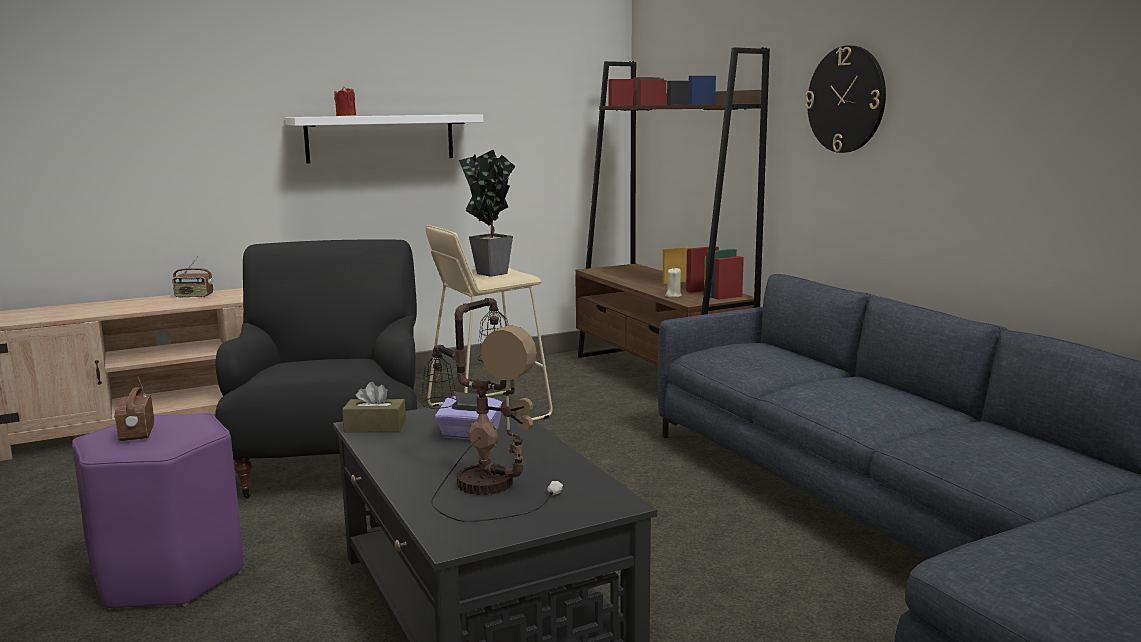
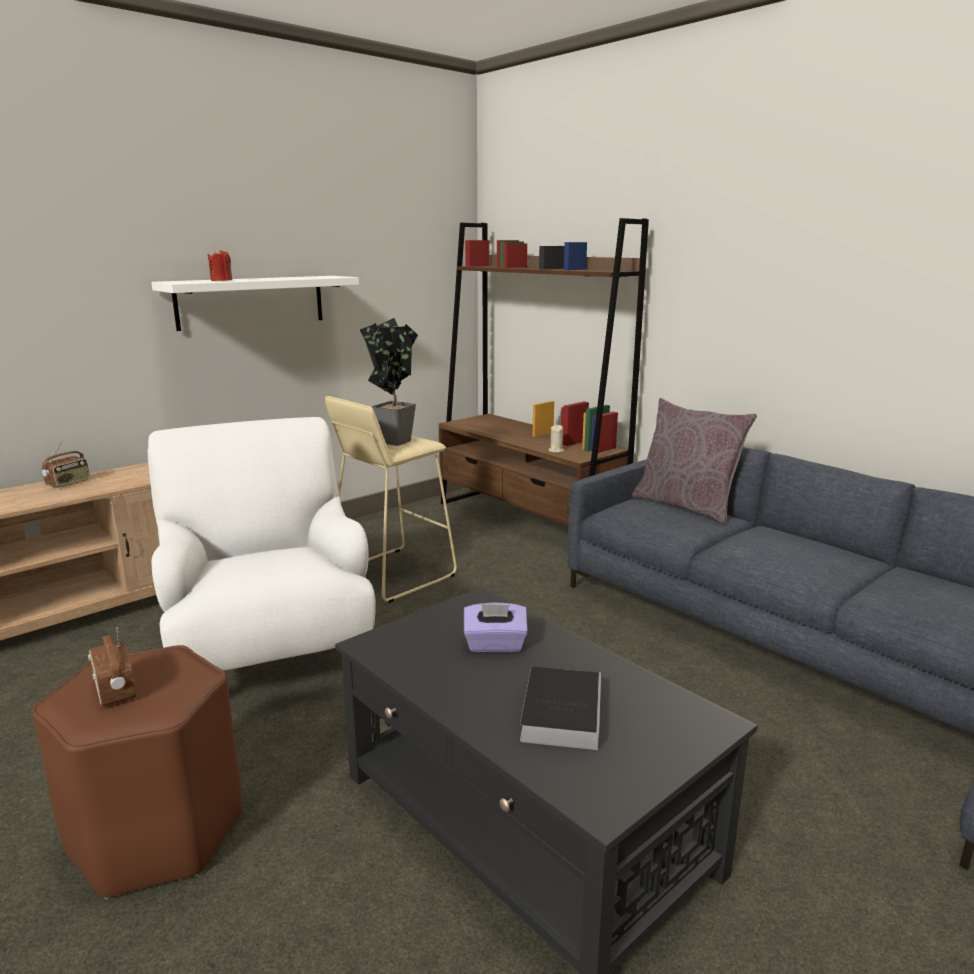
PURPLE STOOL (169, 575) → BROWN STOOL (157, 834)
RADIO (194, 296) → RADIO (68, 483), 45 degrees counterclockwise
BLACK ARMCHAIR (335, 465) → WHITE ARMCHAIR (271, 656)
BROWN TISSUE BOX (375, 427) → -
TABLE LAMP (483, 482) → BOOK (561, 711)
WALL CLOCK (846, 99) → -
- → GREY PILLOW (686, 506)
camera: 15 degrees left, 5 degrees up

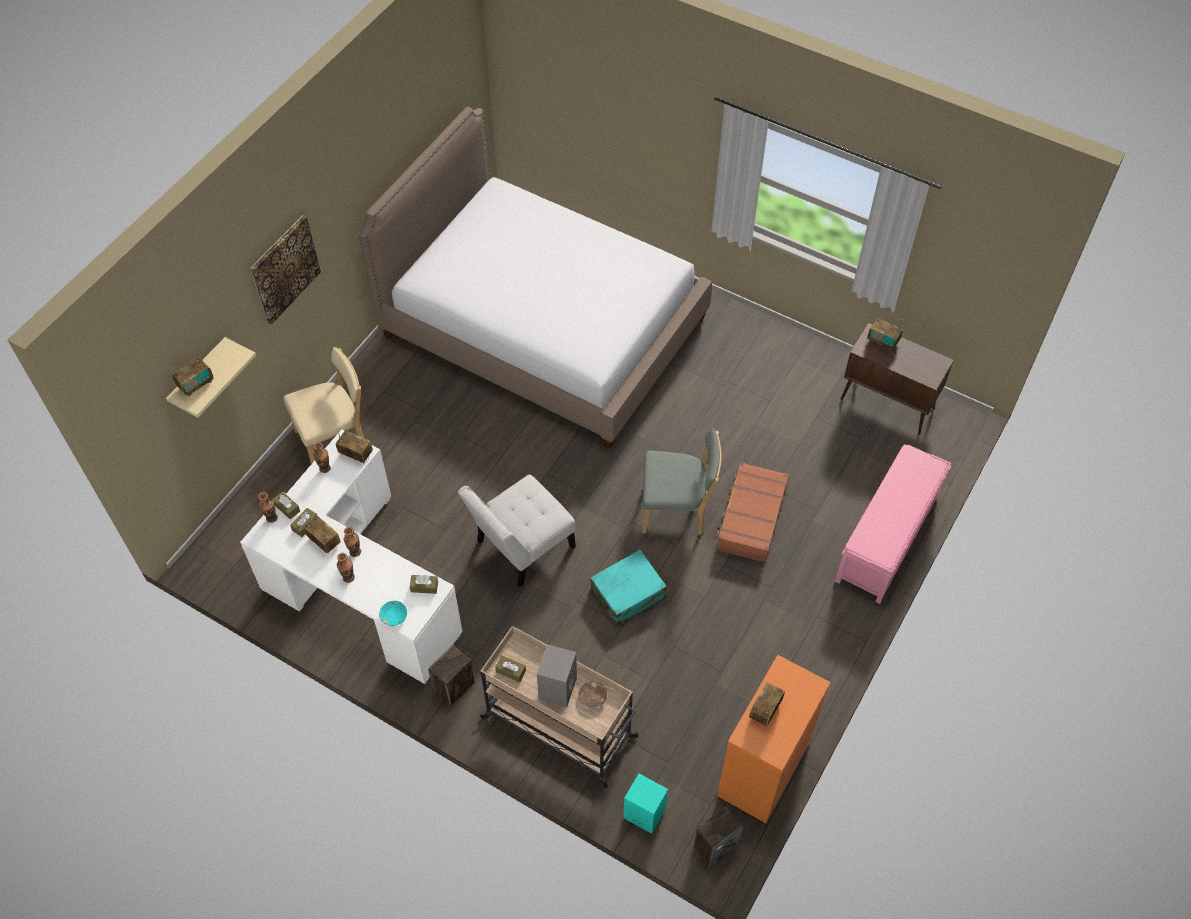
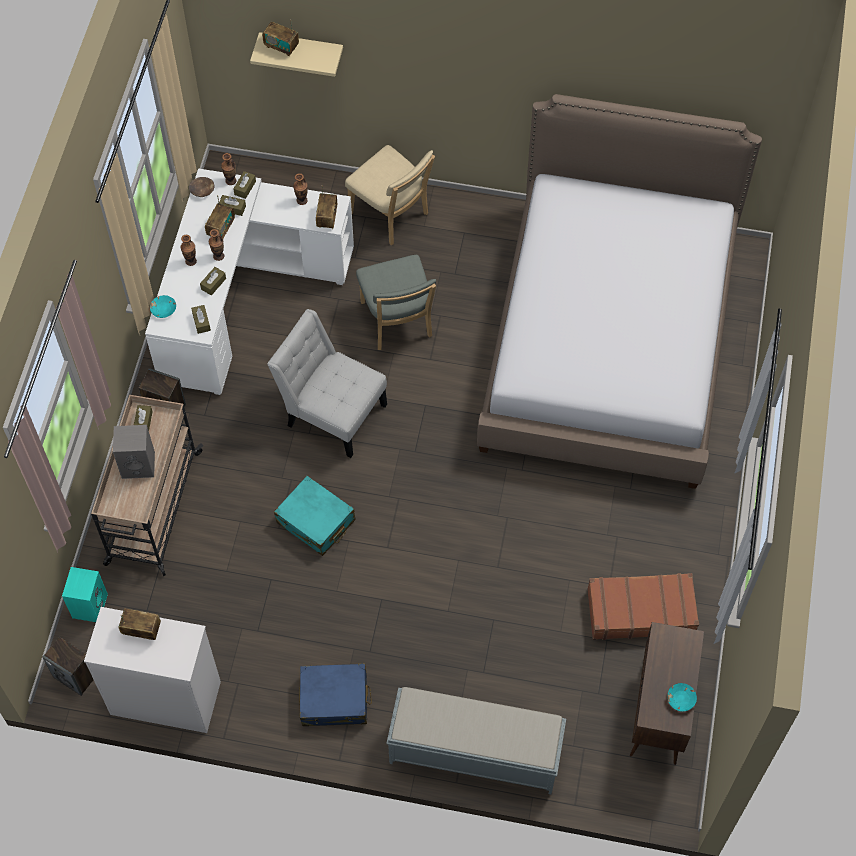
PICTURE (284, 269) → -
BROWN BOWL (593, 696) → BROWN BOWL (202, 190), moved
GREY CHAIR (677, 510) → GREY CHAIR (397, 322), moved
BROWN SUITCASE (750, 518) → BROWN SUITCASE (640, 611), moved
ORANGE DRESSER (763, 770) → WHITE DRESSER (164, 698)
PINK BENCH (886, 539) → GREY BENCH (473, 752)
RADIO (883, 341) → -
- → BROWN TISSUE BOX (213, 284)
- → BLUE SUITCASE (334, 700)
- → TURQUOISE BOWL (680, 699)
camera: 70 degrees right, 5 degrees up

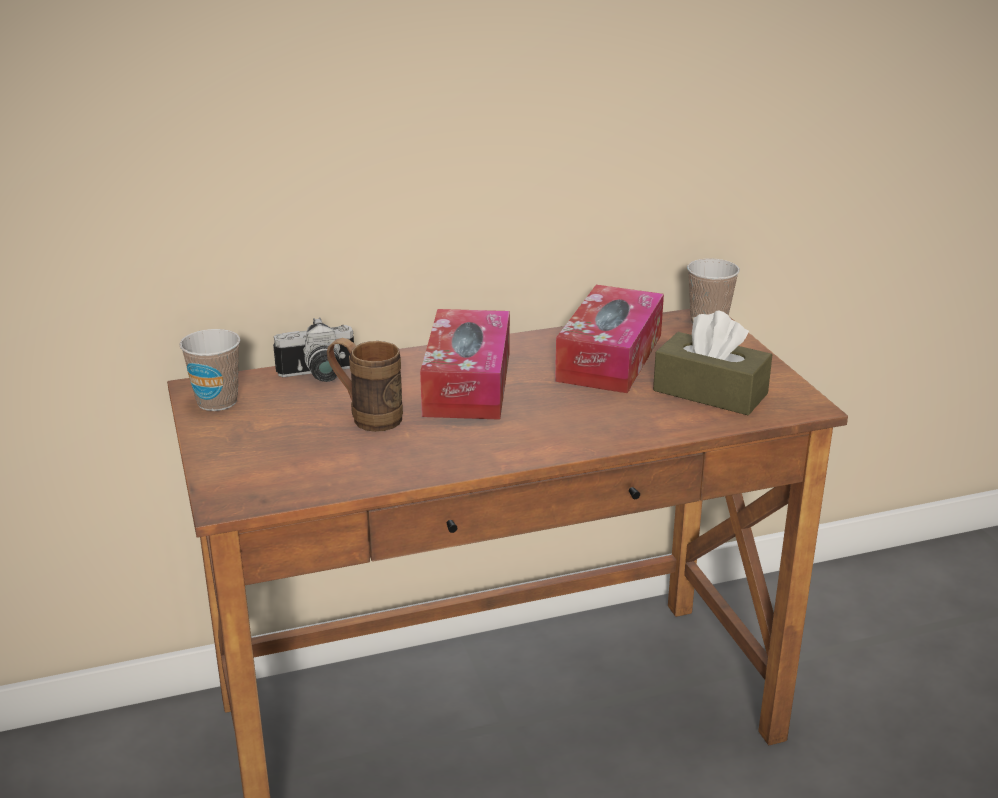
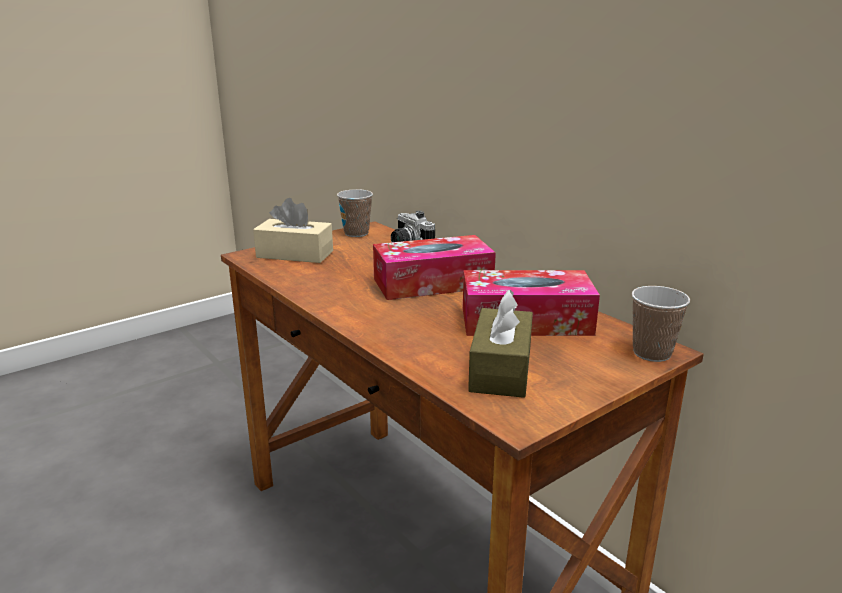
BROWN MUG (366, 417) → -
- → BEIGE TISSUE BOX (295, 254)
camera: 70 degrees right, 5 degrees down

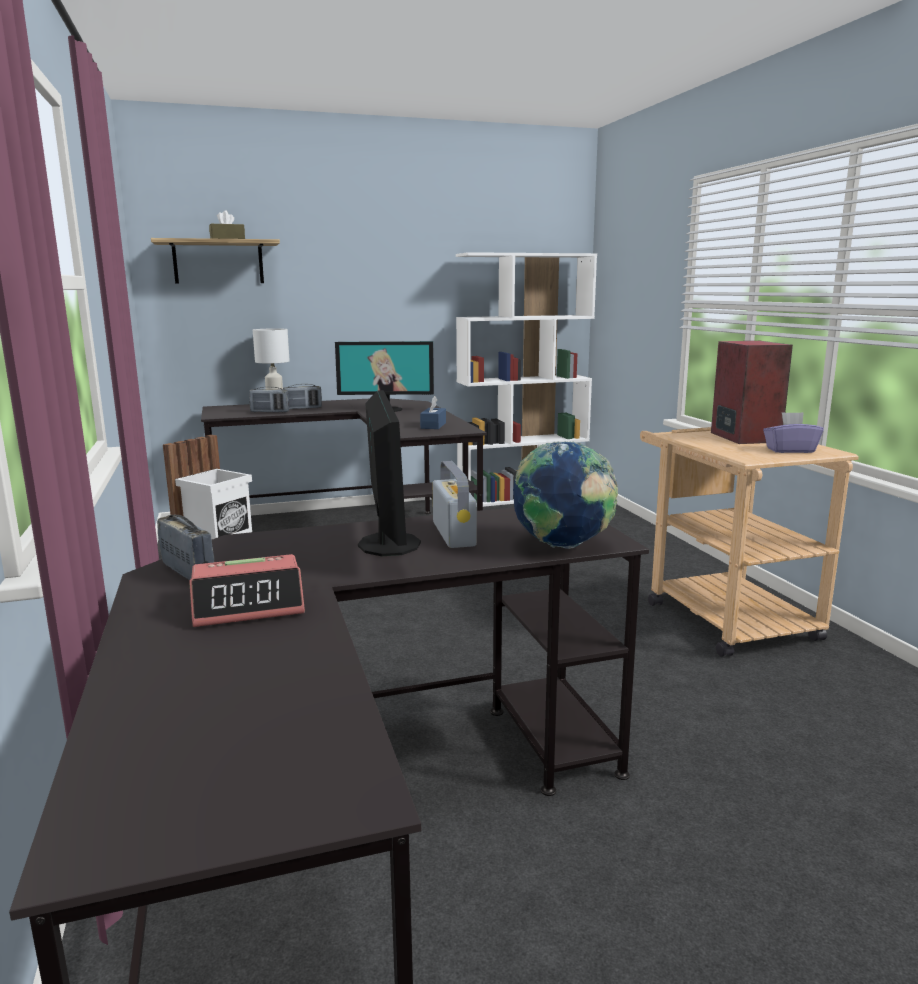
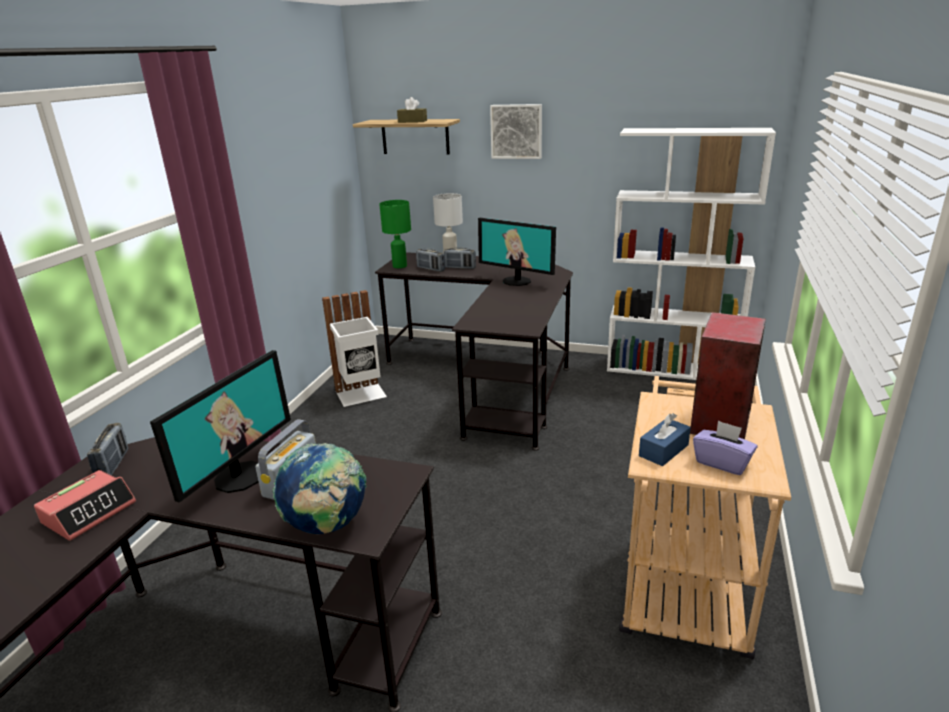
ALARM CLOCK (249, 605) → ALARM CLOCK (89, 512), 75 degrees counterclockwise
BLUE TISSUE BOX (433, 425) → BLUE TISSUE BOX (663, 450), moved
- → GREEN TABLE LAMP (400, 266)
- → PICTURE (516, 131)
camera: 35 degrees right, 10 degrees up

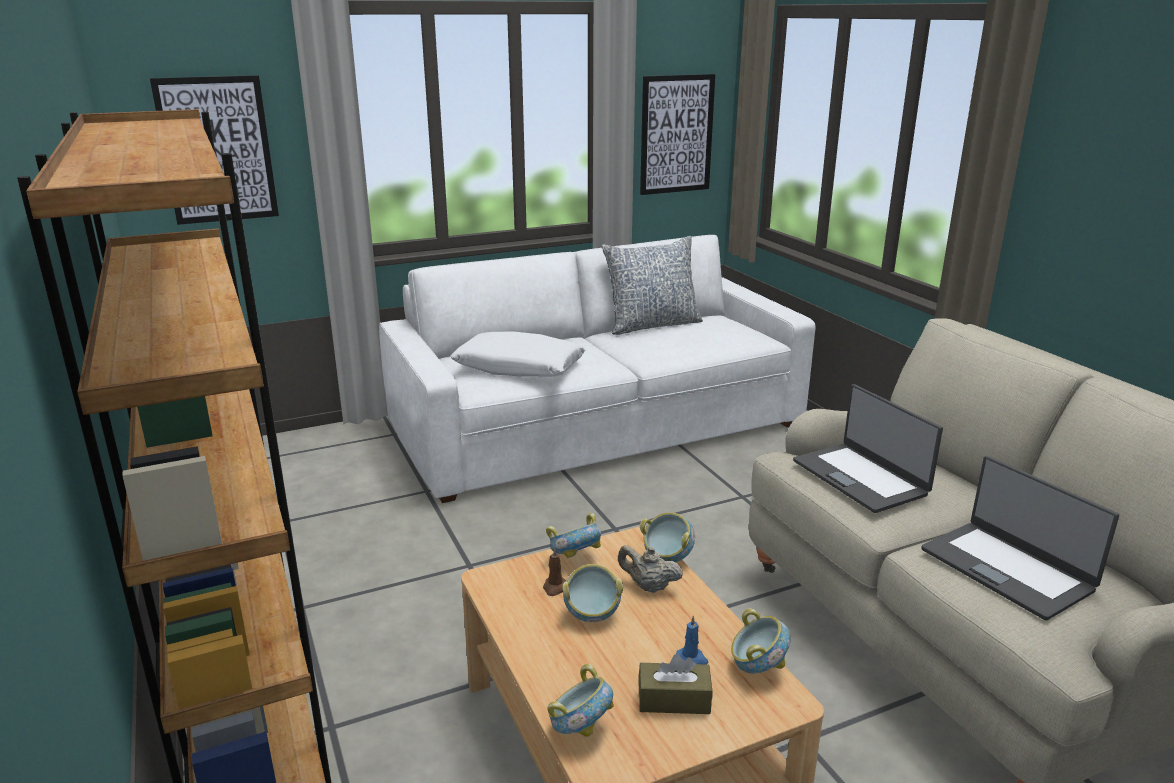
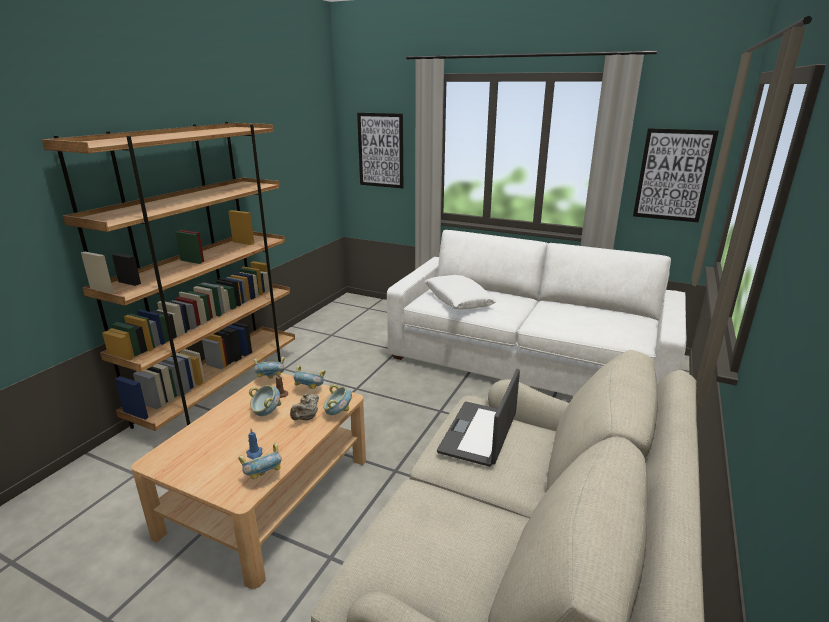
BOWL (580, 729) → BOWL (271, 379), moved
PILLOW (652, 325) → -
BEIGE TEAPOT (648, 586) → BEIGE TEAPOT (306, 418), 135 degrees counterclockwise
BROWN TISSUE BOX (674, 700) → -
LAPTOP (1007, 569) → -
camera: 50 degrees right, 0 degrees up

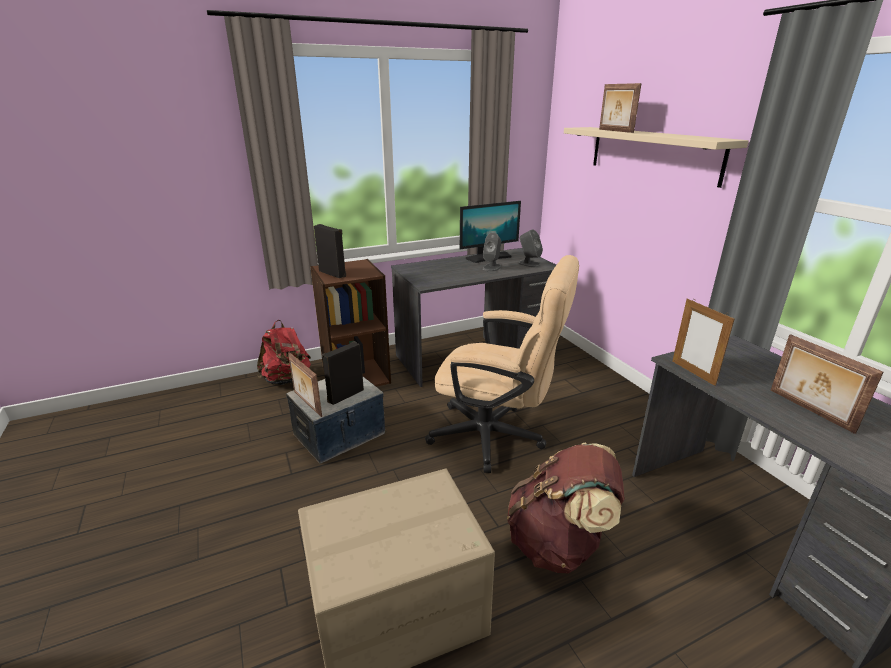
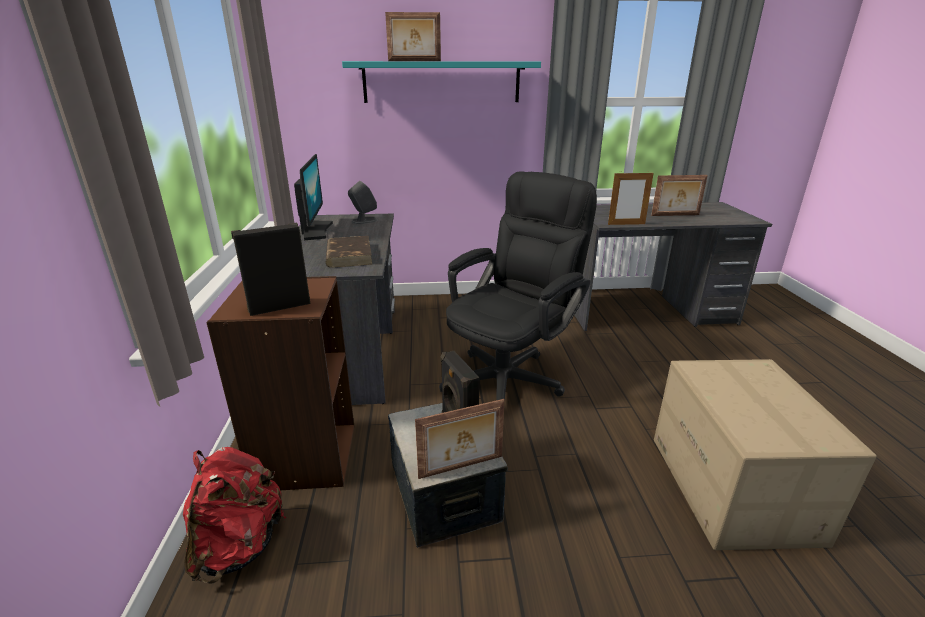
BEIGE OFFICE CHAIR (497, 437) → BLACK OFFICE CHAIR (510, 376)
GREY SPEAKER (492, 267) → -
BROWN BACKPACK (558, 543) → -
BEIGE SHELF (652, 154) → TURQUOISE SHELF (441, 82)
- → BROWN BOOK (349, 255)
camera: 70 degrees left, 0 degrees up

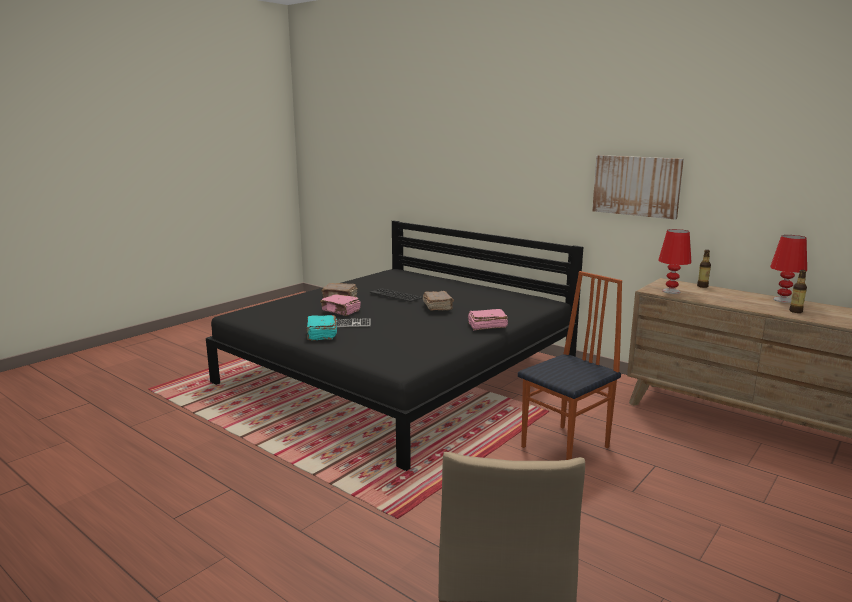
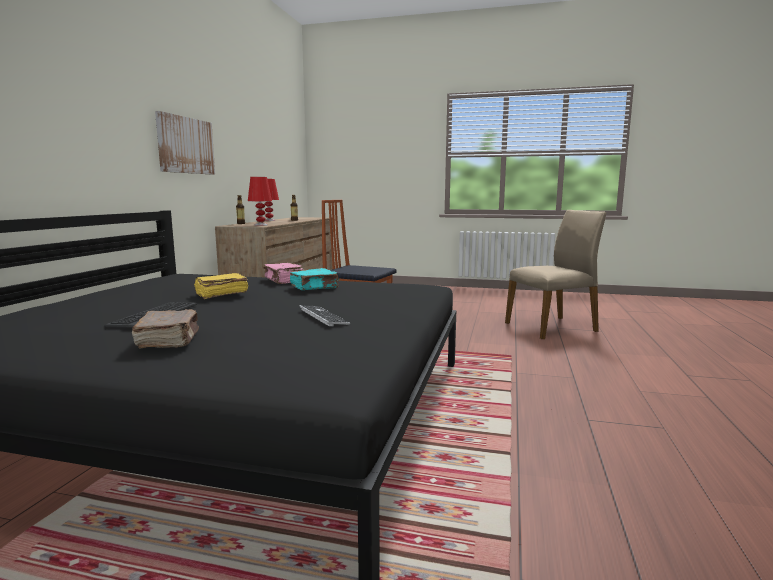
TURQUOISE BOOK (321, 334) → TURQUOISE BOOK (315, 288), moved
PINK BOOK (341, 311) → -
BROWN BOOK (438, 307) → YELLOW BOOK (221, 294)
camera: 115 degrees left, 5 degrees down

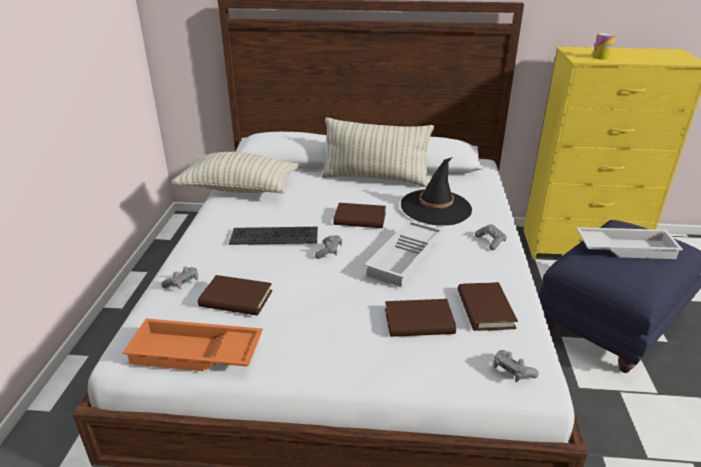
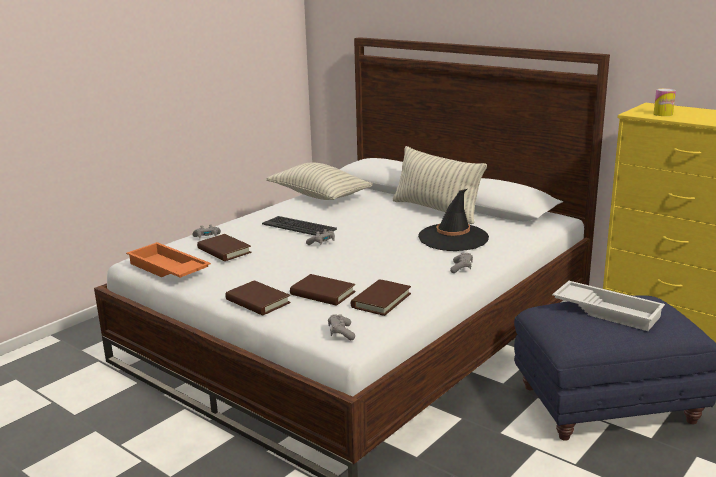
BROWN BOOK (360, 219) → BROWN BOOK (257, 301), moved
WHITE TRAY (406, 258) → -
camera: 35 degrees right, 10 degrees down

